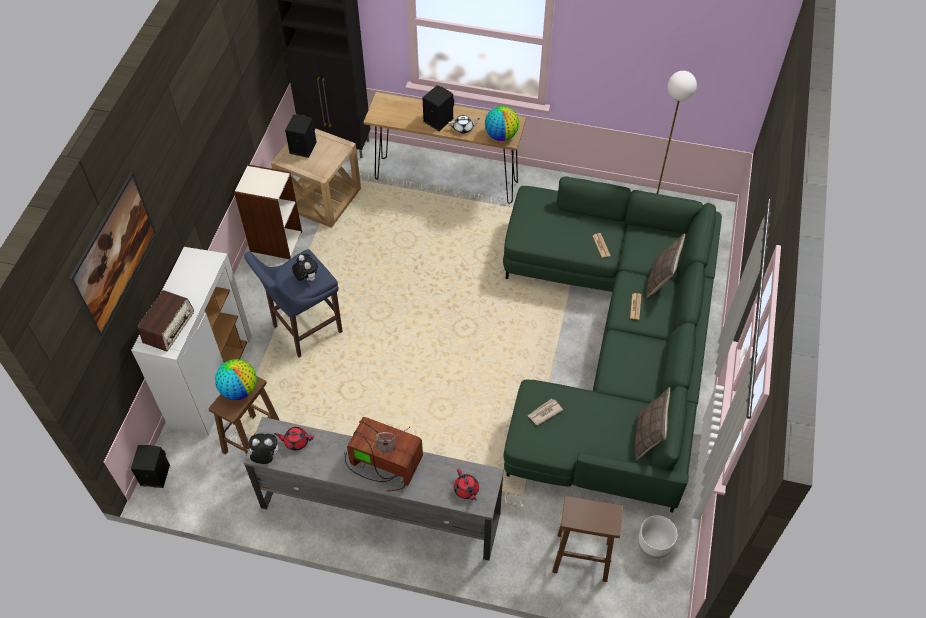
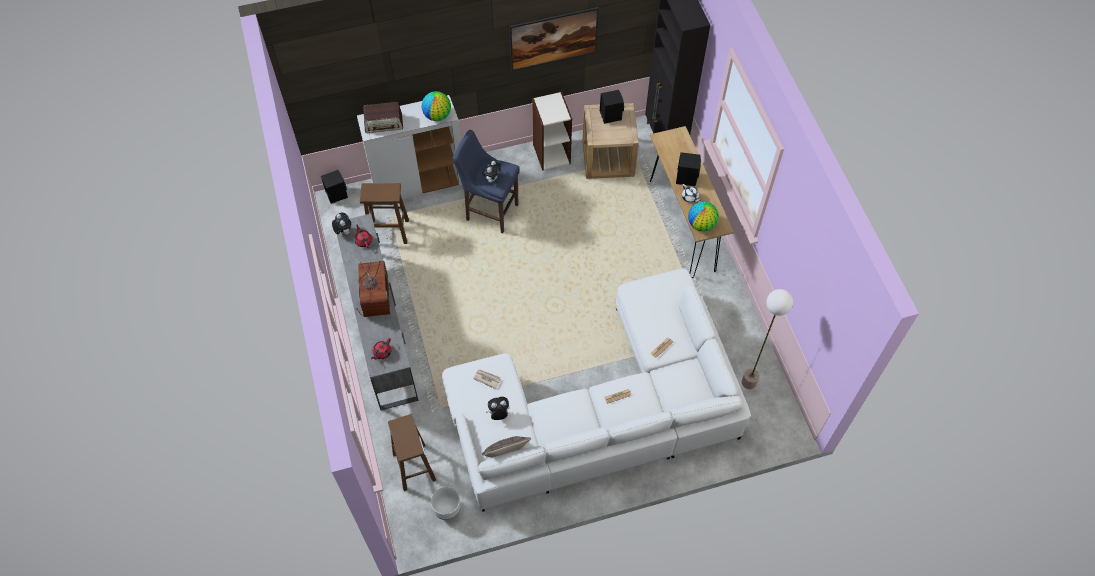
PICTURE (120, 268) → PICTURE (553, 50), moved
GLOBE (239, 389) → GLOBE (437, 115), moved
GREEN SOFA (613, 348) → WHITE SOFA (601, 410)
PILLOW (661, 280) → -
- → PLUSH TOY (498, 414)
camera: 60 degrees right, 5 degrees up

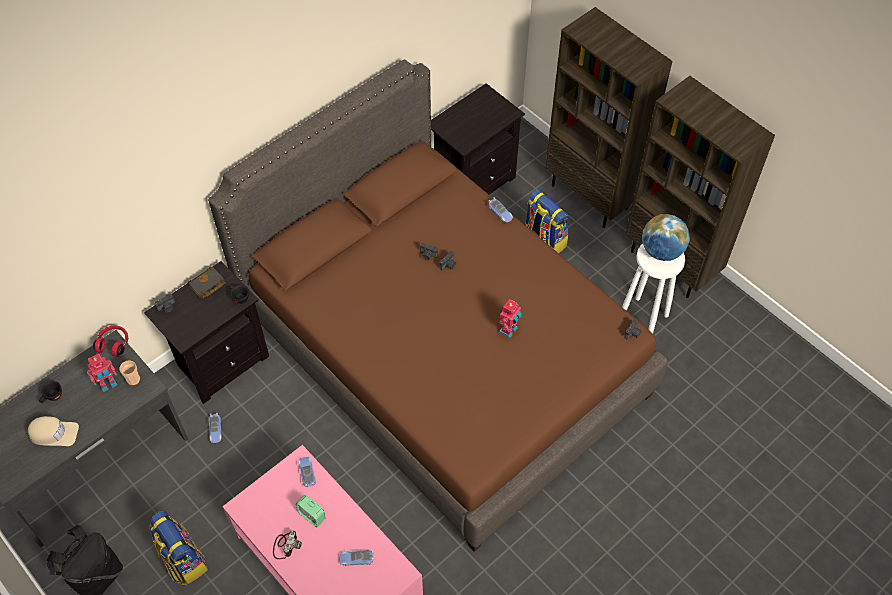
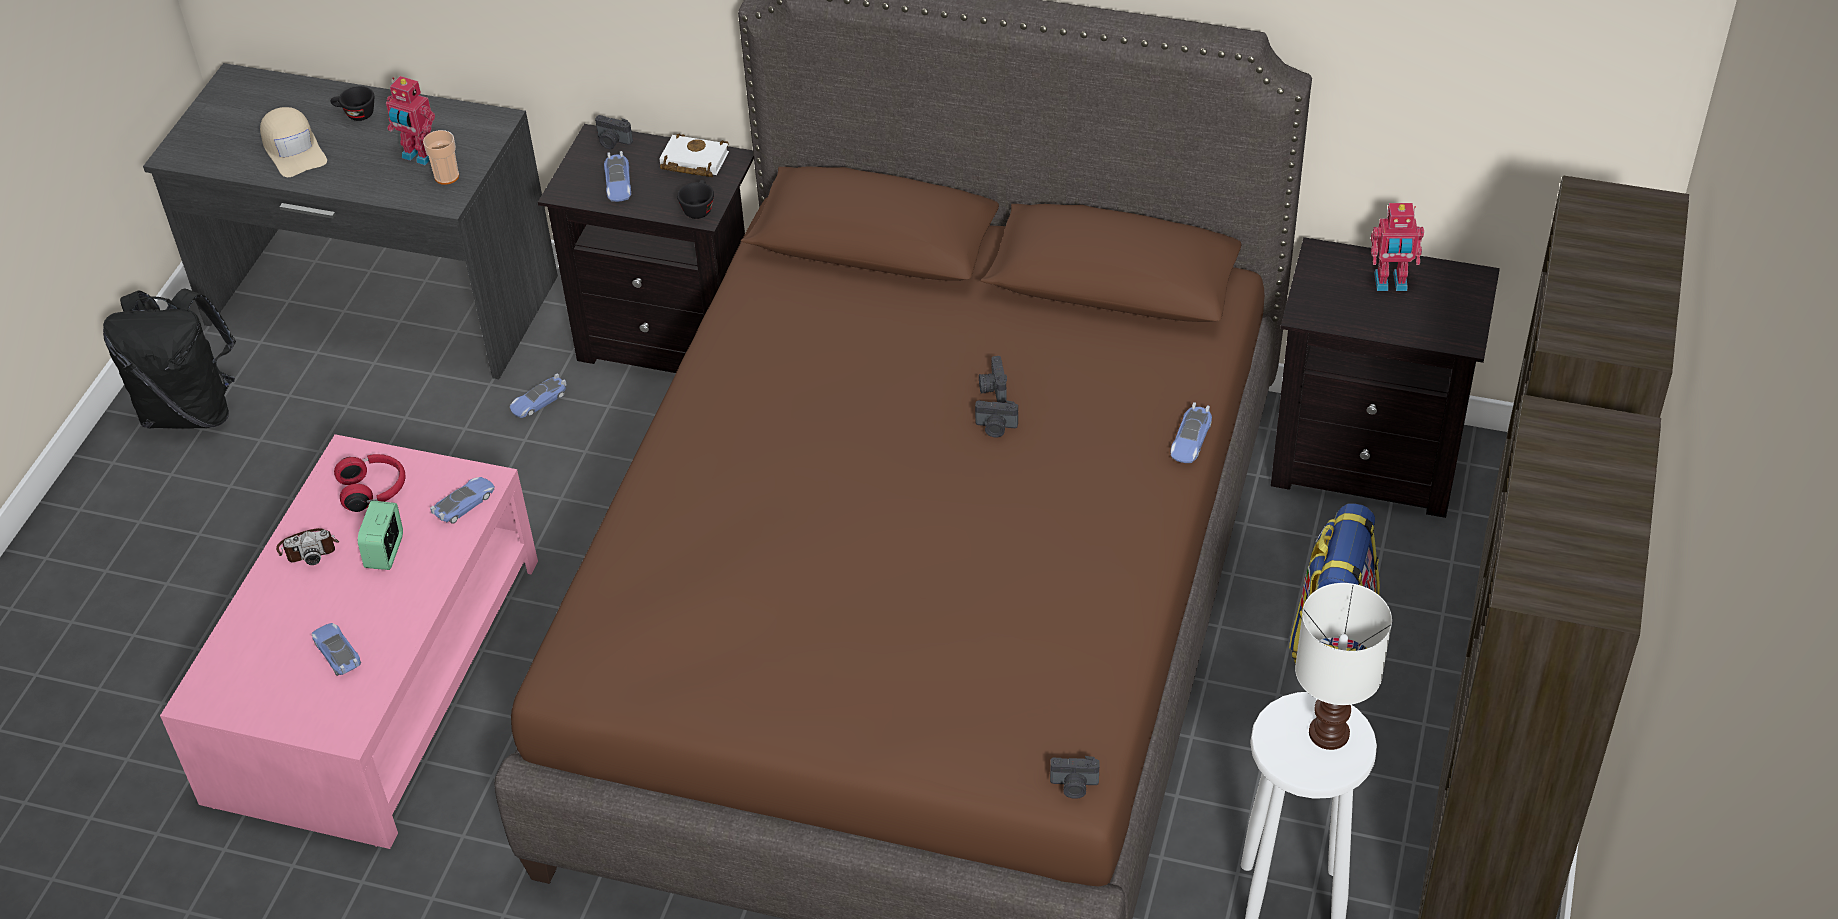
RED HEADPHONES (114, 343) → RED HEADPHONES (374, 490), moved
BACKPACK (182, 560) → -
BLACK BOOK (207, 285) → WHITE BOOK (692, 161)
TOY ROBOT (509, 330) → TOY ROBOT (1390, 283), moved
GLOBE (661, 251) → WHITE TABLE LAMP (1328, 734)
- → TOY CAR (618, 183)
camera: 60 degrees right, 10 degrees down

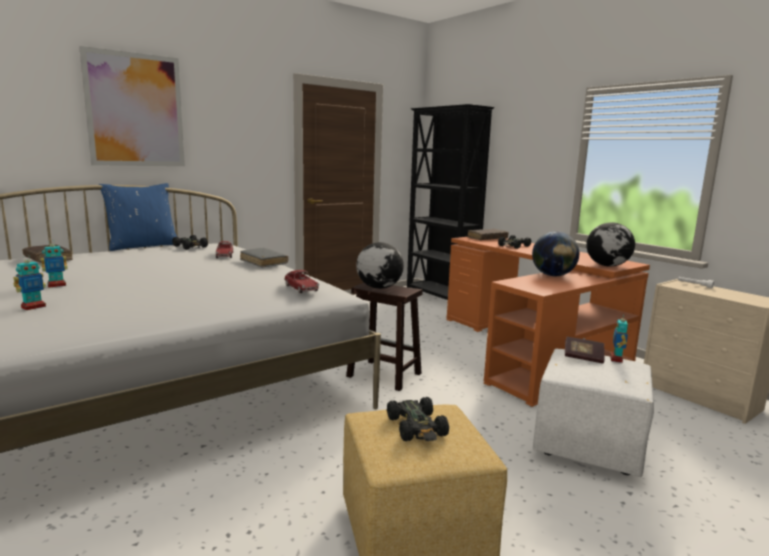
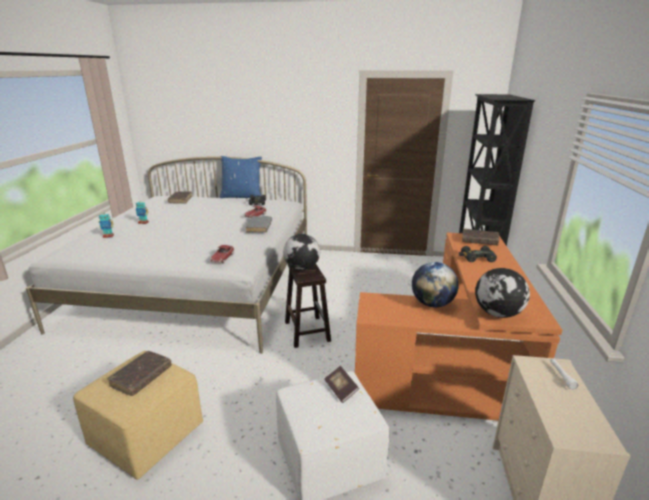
PICTURE (135, 110) → -
BLACK TOY CAR (417, 427) → BROWN BOOK (141, 377)
TOY ROBOT (616, 359) → -
camera: 45 degrees right, 10 degrees up

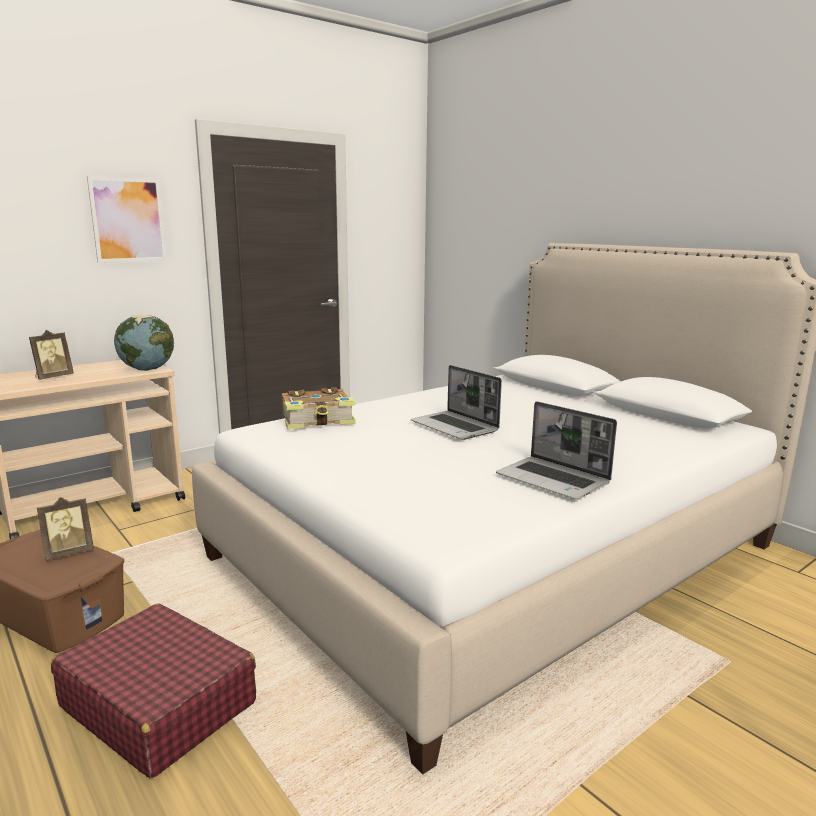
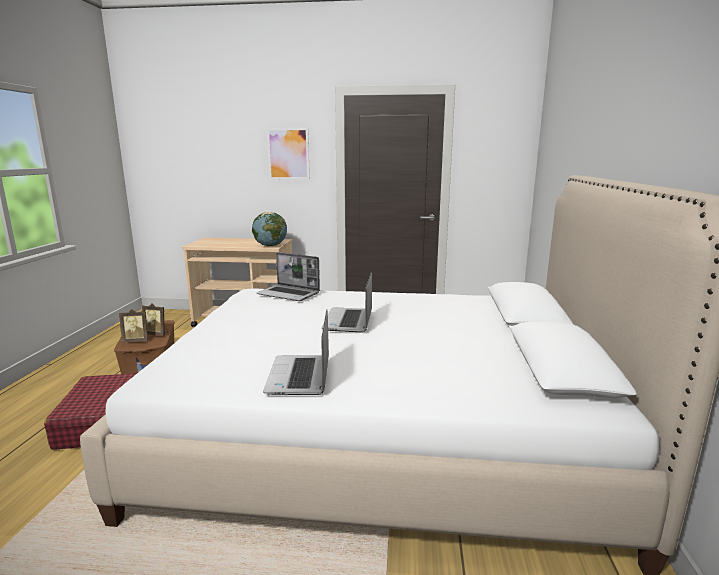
PICTURE FRAME (53, 377) → PICTURE FRAME (136, 341), moved
BOOK (318, 420) → LAPTOP (289, 294)
camera: 45 degrees right, 0 degrees up

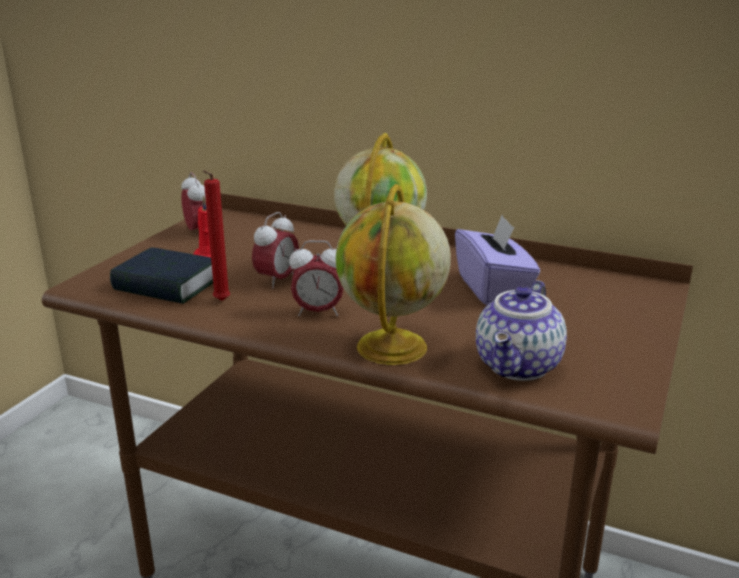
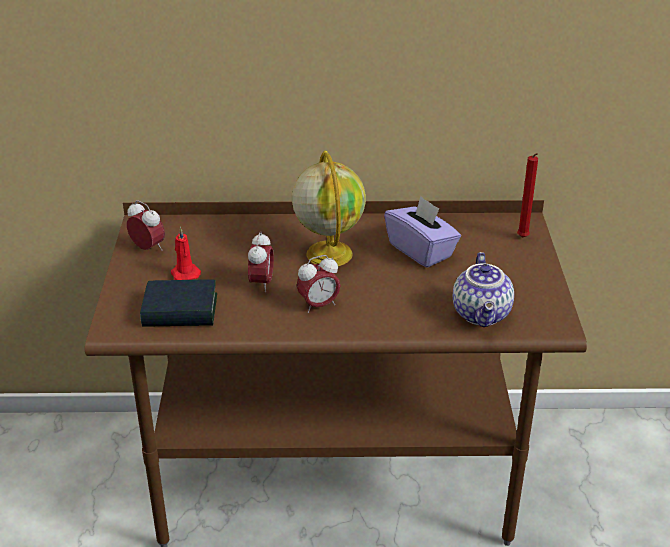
RED CANDLE (220, 302) → RED CANDLE (523, 238), moved
GLOBE (392, 348) → -
camera: 25 degrees left, 10 degrees up

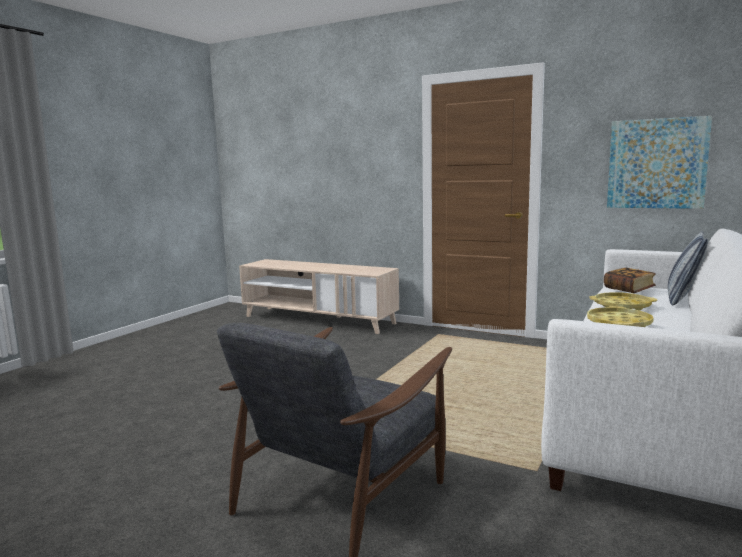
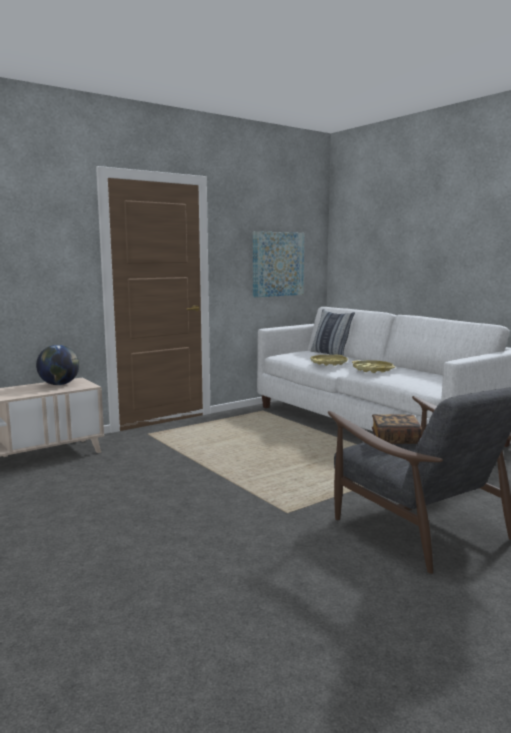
BOOK (629, 289) → BOOK (395, 439), moved
- → GLOBE (59, 384)
camera: 65 degrees left, 0 degrees up

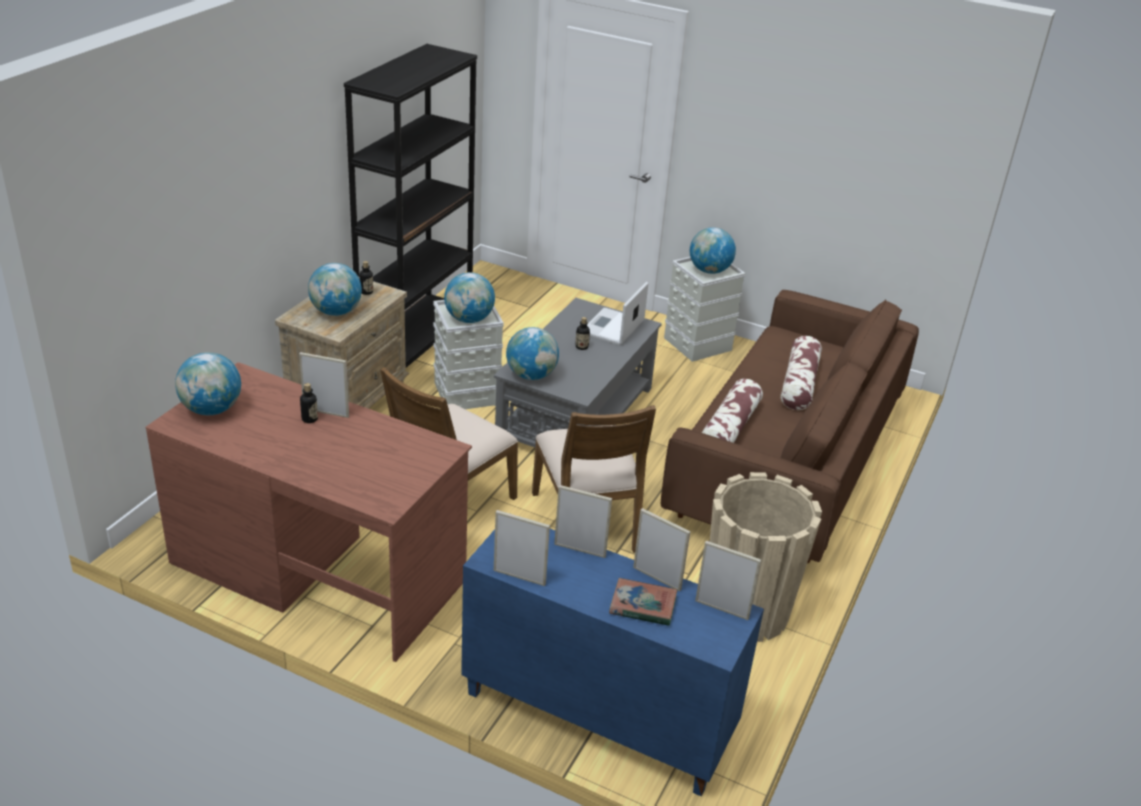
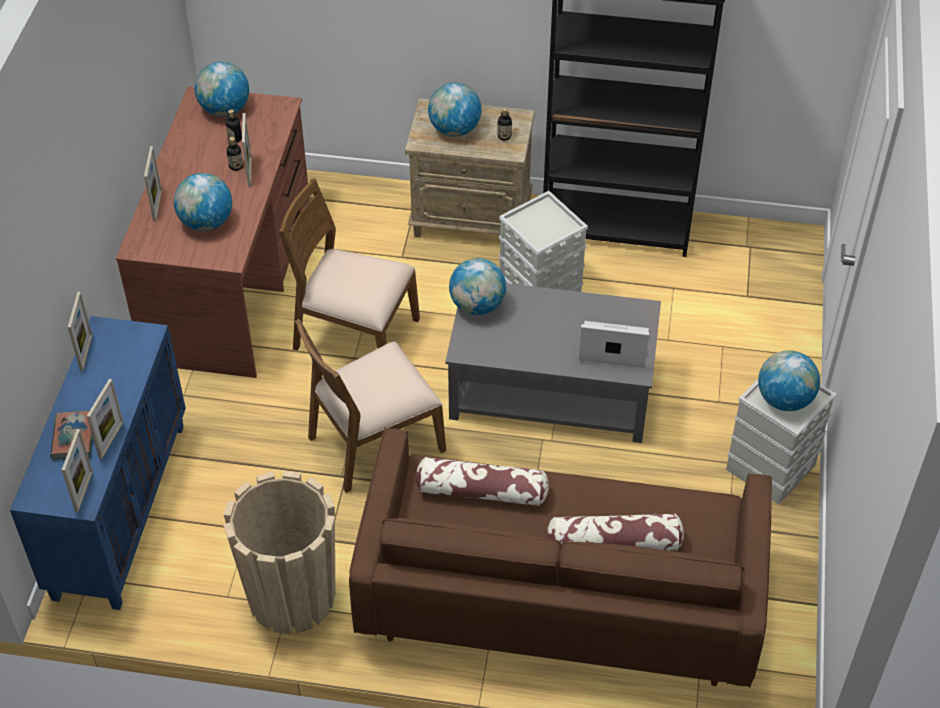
GLOBE (469, 319) → GLOBE (206, 222), moved
PICTURE FRAME (580, 550) → PICTURE FRAME (157, 205), moved
BOTTLE (581, 347) → BOTTLE (235, 138), moved
camera: 75 degrees right, 15 degrees up

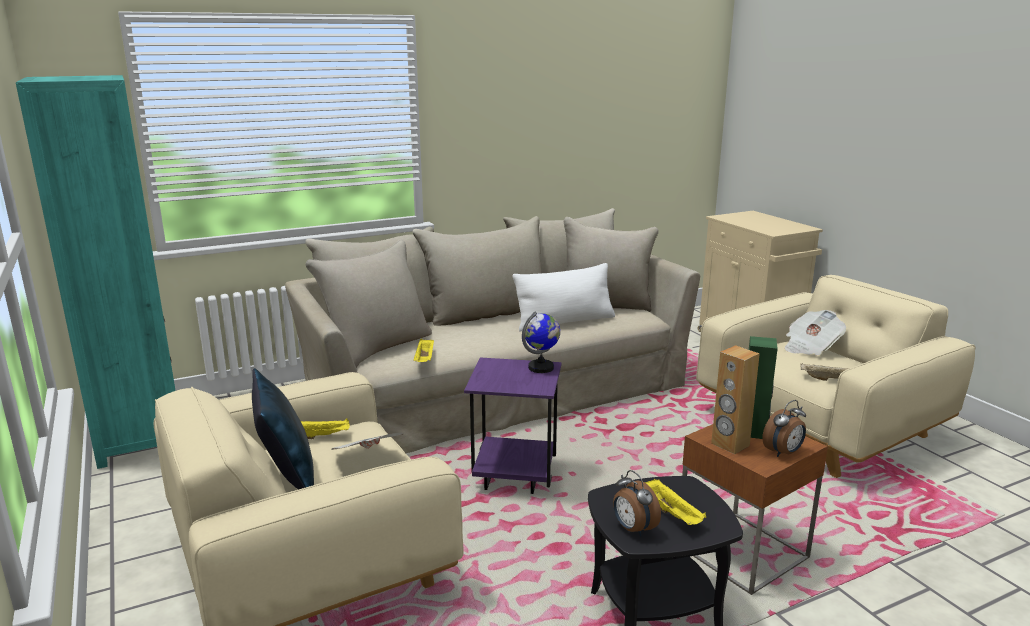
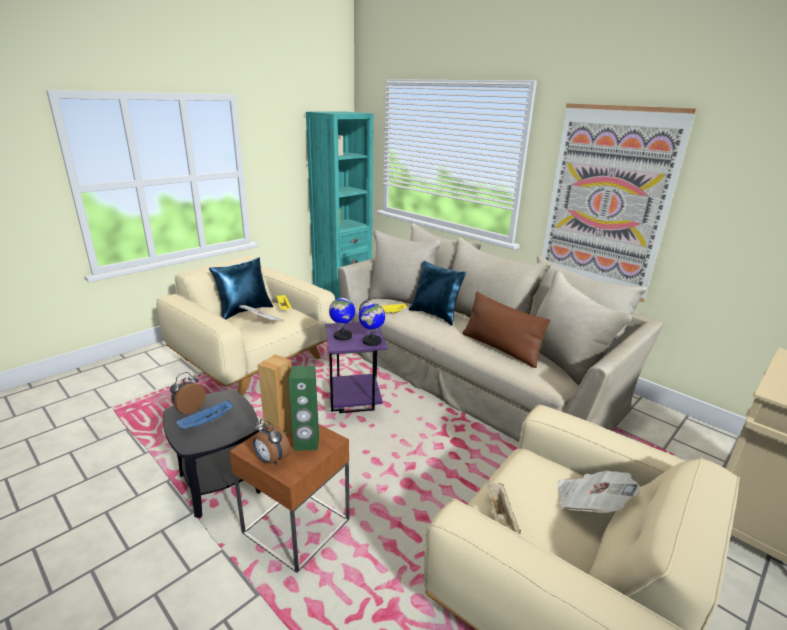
WHITE PILLOW (565, 322) → BROWN PILLOW (500, 348)
YELLOW TRAY (672, 514) → BLUE TRAY (206, 423)
- → GLOBE (342, 336)
- → BLUE PILLOW (435, 315)
- → PICTURE (606, 202)
camera: 70 degrees right, 5 degrees up

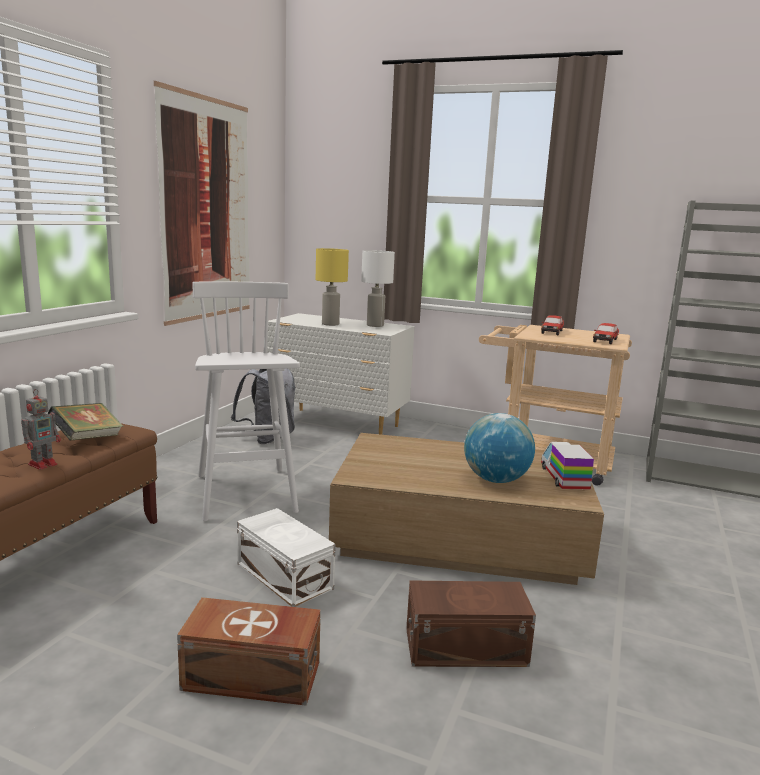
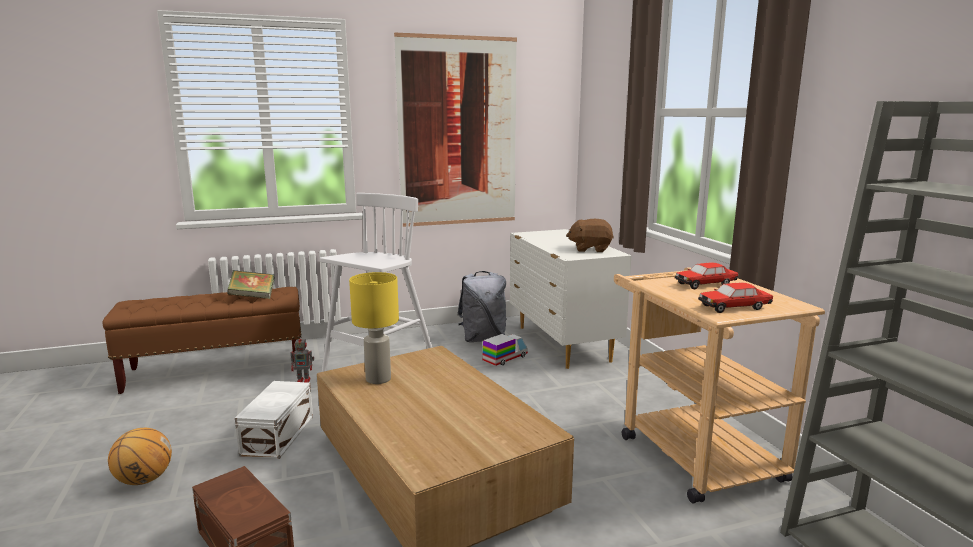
TOY ROBOT (44, 464) → TOY ROBOT (304, 381), moved
BROWN STORAGE BOX (253, 677) → BASKETBALL (144, 480)
YELLOW TABLE LAMP (330, 324) → YELLOW TABLE LAMP (378, 379), moved
WHITE TABLE LAMP (375, 325) → BROWN PLUSH TOY (590, 249)
GLOBE (496, 480) → -
TOY TRUCK (564, 478) → TOY TRUCK (505, 358), moved
camera: 50 degrees right, 0 degrees up

